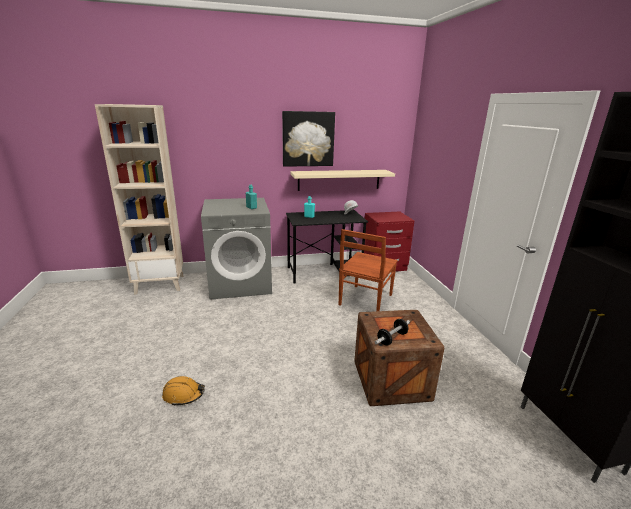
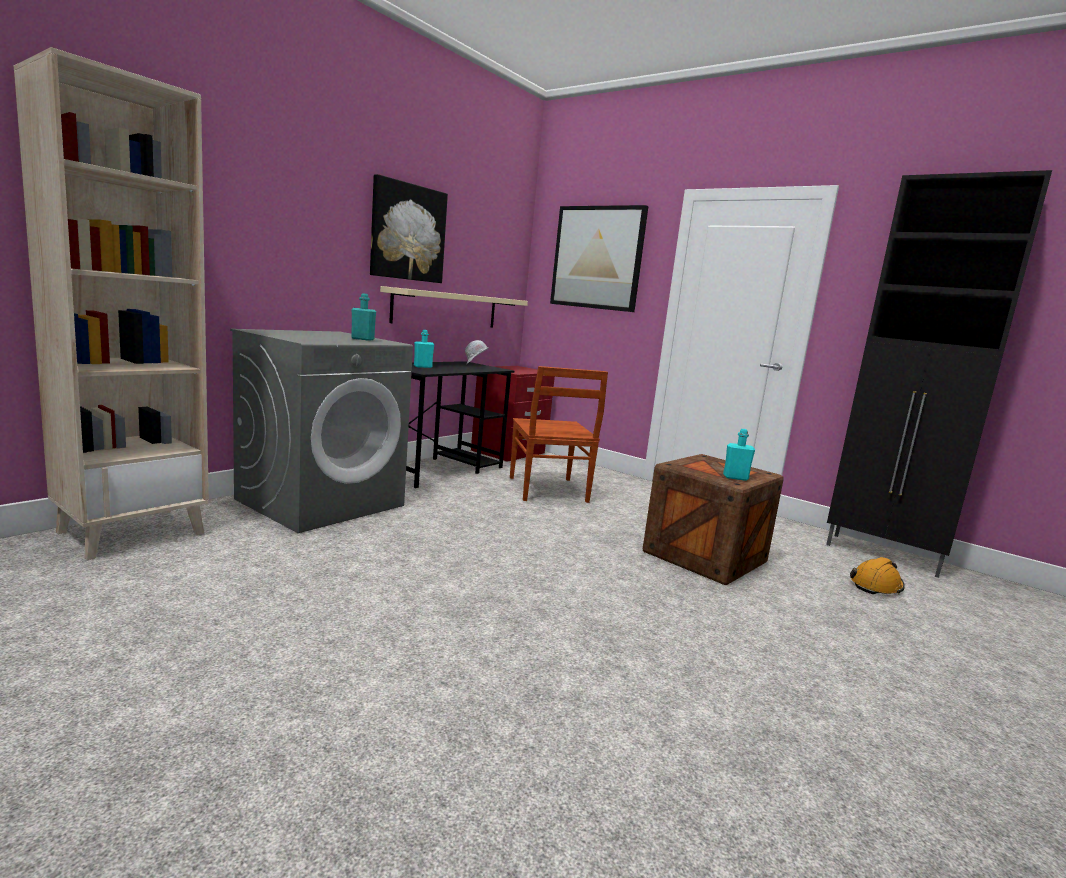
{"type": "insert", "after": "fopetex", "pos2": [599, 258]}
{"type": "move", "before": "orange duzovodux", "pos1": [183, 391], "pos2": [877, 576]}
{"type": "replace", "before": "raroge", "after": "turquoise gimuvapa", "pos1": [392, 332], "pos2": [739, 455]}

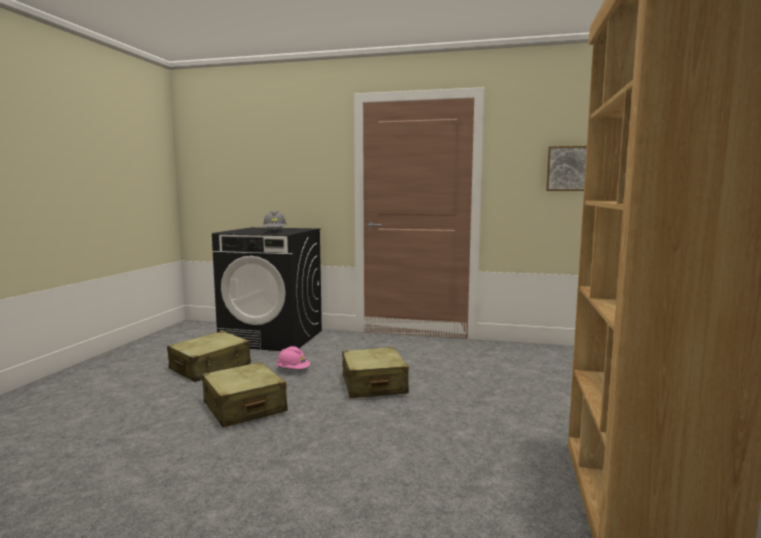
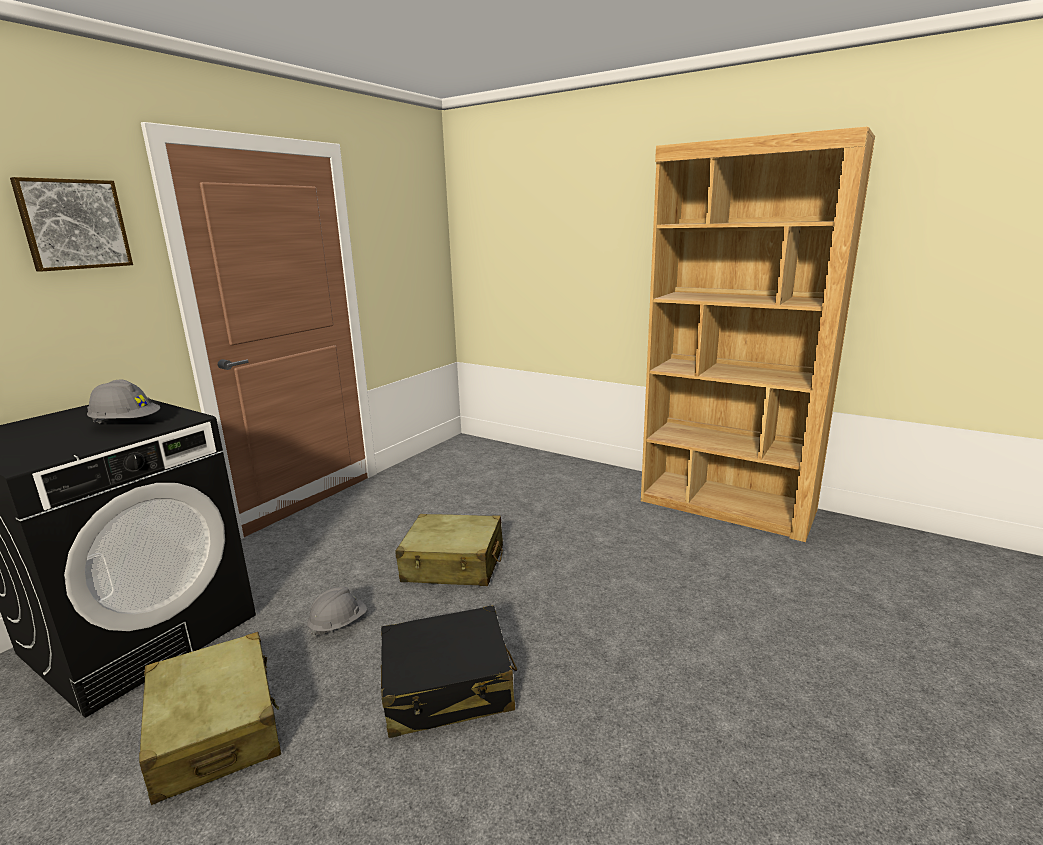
{"type": "move", "before": "fopetex", "pos1": [566, 168], "pos2": [71, 224]}
{"type": "recolor", "before": "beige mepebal", "after": "black mepebal", "pos1": [245, 394], "pos2": [449, 671]}
{"type": "recolor", "before": "pink duzovodux", "after": "grey duzovodux", "pos1": [293, 357], "pos2": [337, 612]}

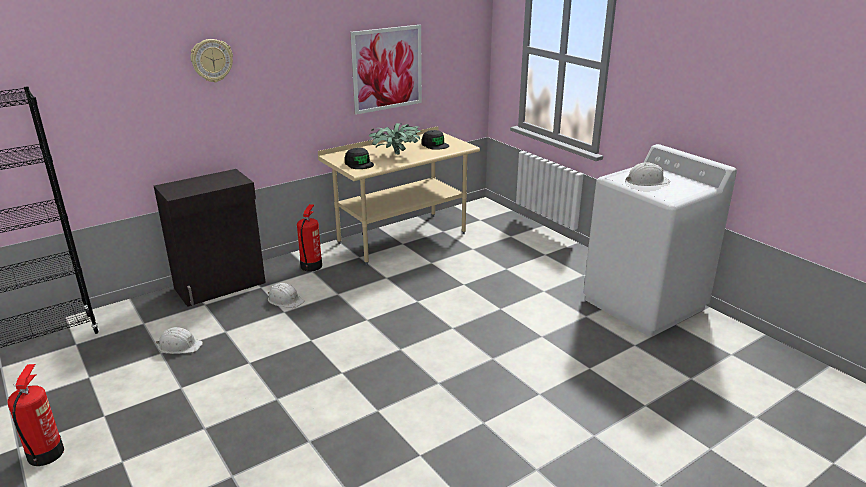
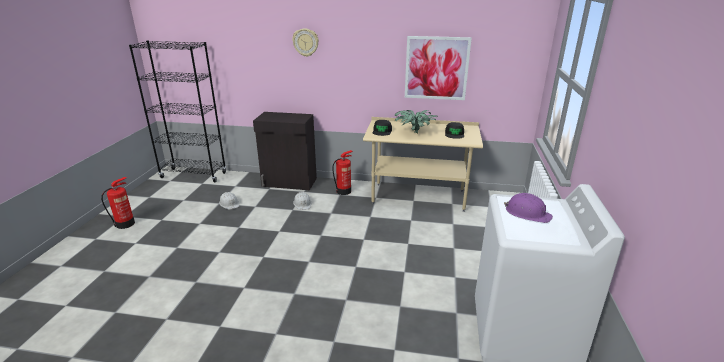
{"type": "recolor", "before": "white duzovodux", "after": "purple duzovodux", "pos1": [647, 174], "pos2": [528, 208]}

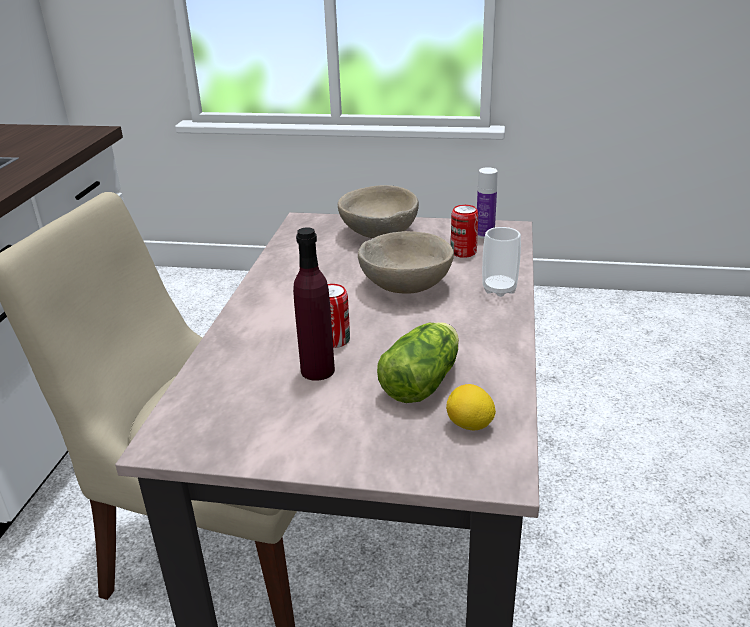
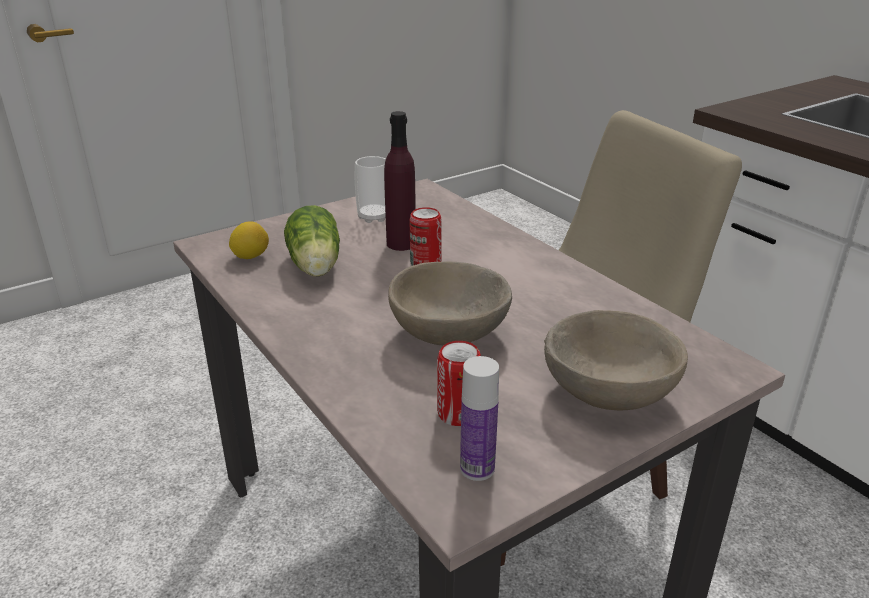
{"type": "move", "before": "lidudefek", "pos1": [501, 262], "pos2": [370, 189]}

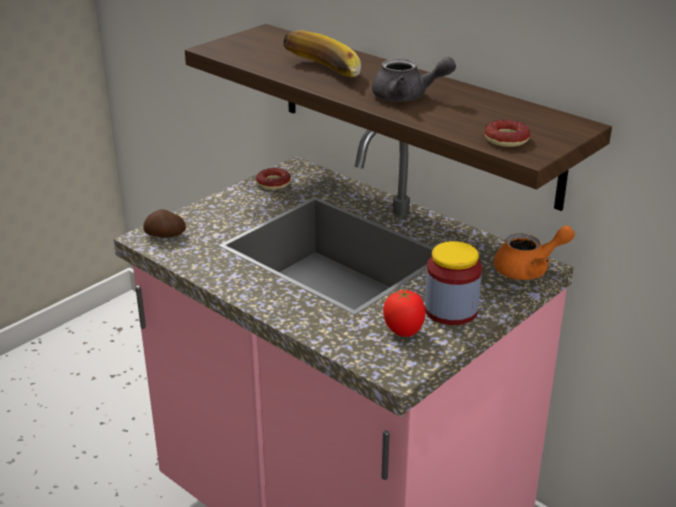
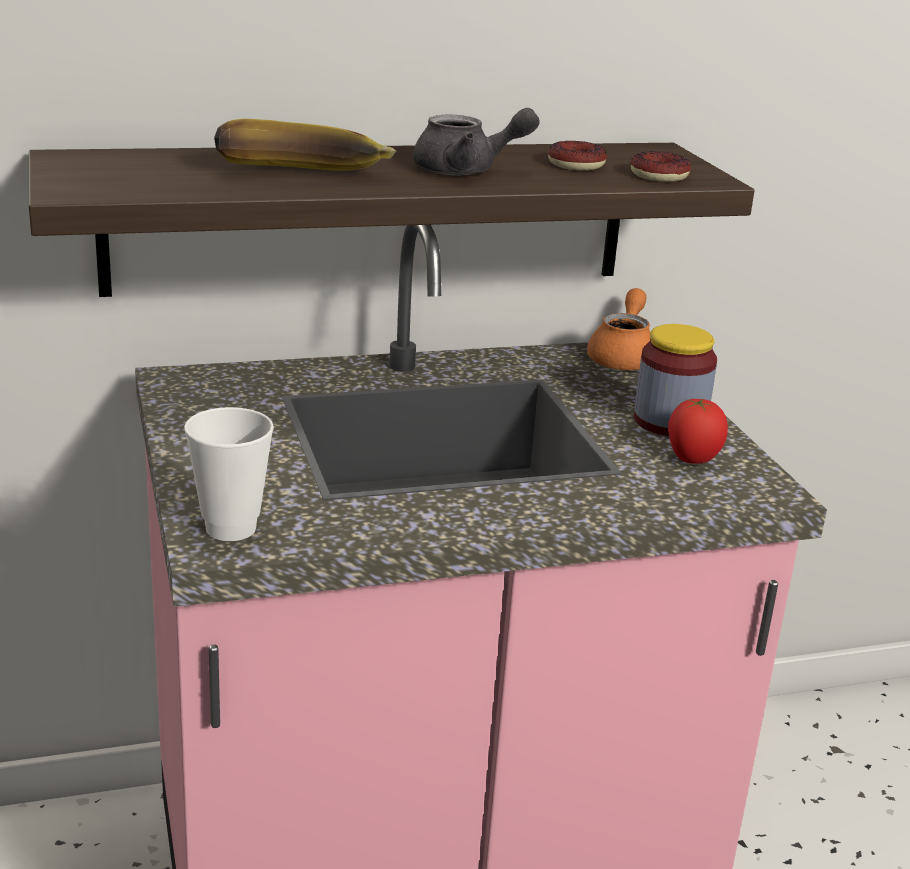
{"type": "move", "before": "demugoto", "pos1": [273, 179], "pos2": [577, 155]}
{"type": "replace", "before": "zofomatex", "after": "lidudefek", "pos1": [164, 223], "pos2": [229, 474]}
{"type": "rotate", "before": "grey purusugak", "pos1": [414, 79], "pos2": [476, 141], "turn": 45}

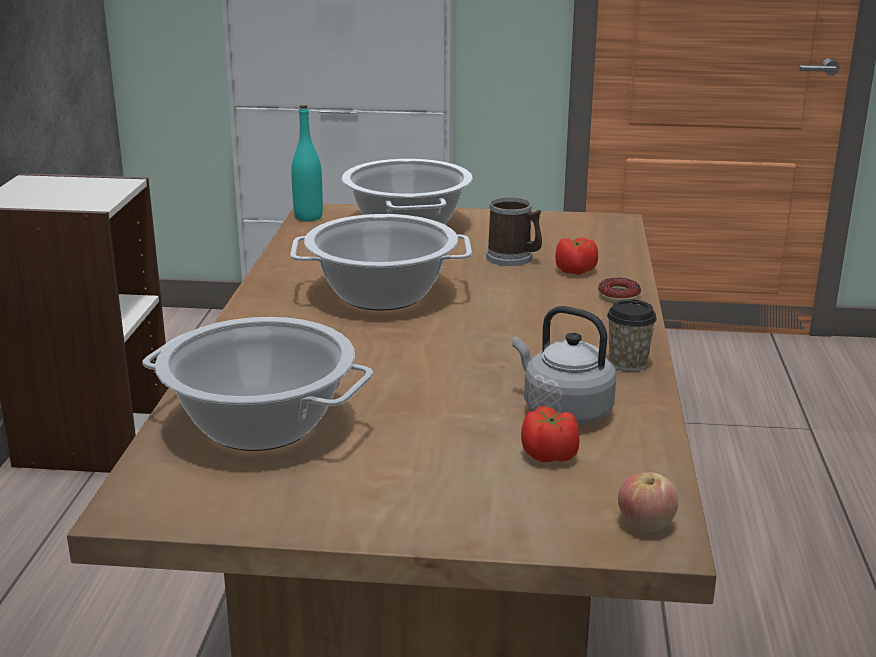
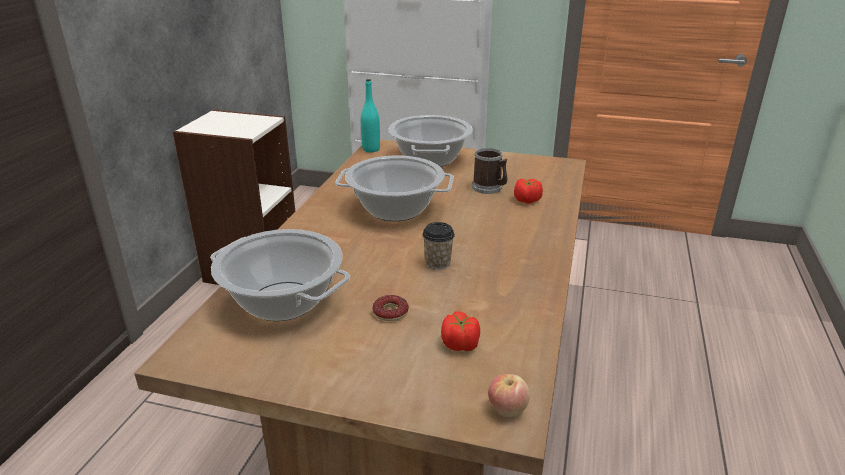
{"type": "delete", "before": "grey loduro", "pos1": [564, 365]}
{"type": "move", "before": "demugoto", "pos1": [619, 290], "pos2": [391, 308]}
{"type": "move", "before": "lidudefek", "pos1": [632, 335], "pos2": [438, 246]}

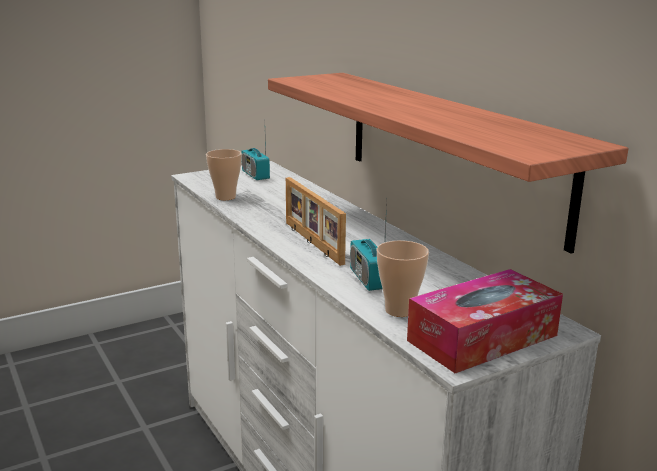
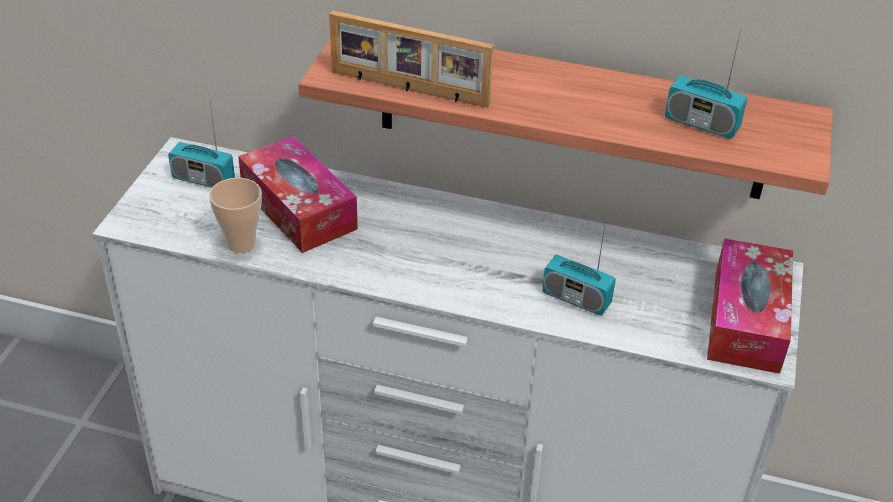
{"type": "delete", "before": "lidudefek", "pos1": [403, 278]}
{"type": "insert", "after": "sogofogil", "pos2": [298, 194]}
{"type": "insert", "after": "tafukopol", "pos2": [706, 84]}
{"type": "move", "before": "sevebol", "pos1": [316, 221], "pos2": [411, 59]}

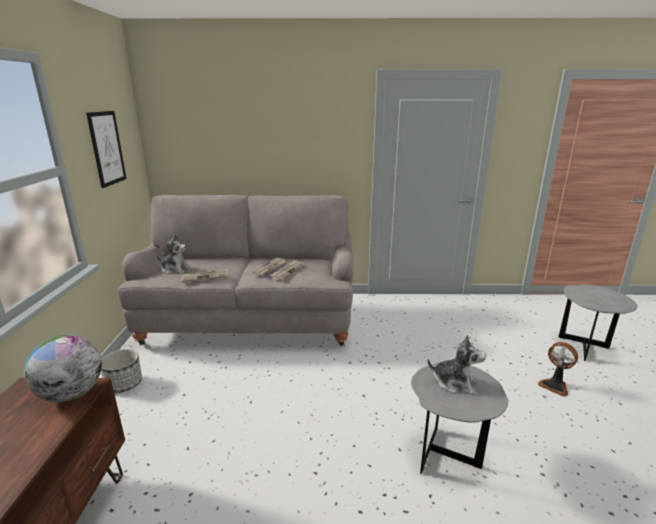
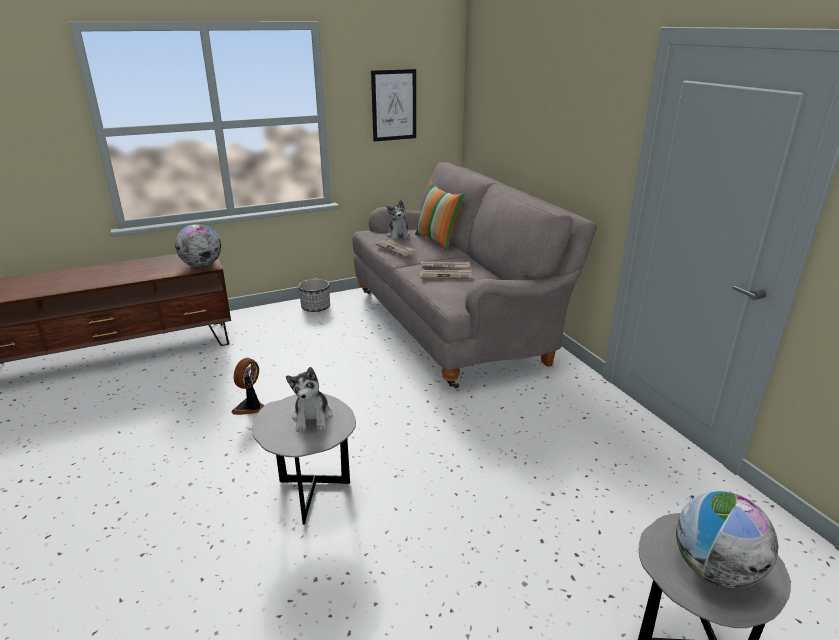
{"type": "insert", "after": "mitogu", "pos2": [440, 216]}
{"type": "insert", "after": "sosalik", "pos2": [727, 539]}
{"type": "move", "before": "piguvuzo", "pos1": [558, 369], "pos2": [248, 386]}

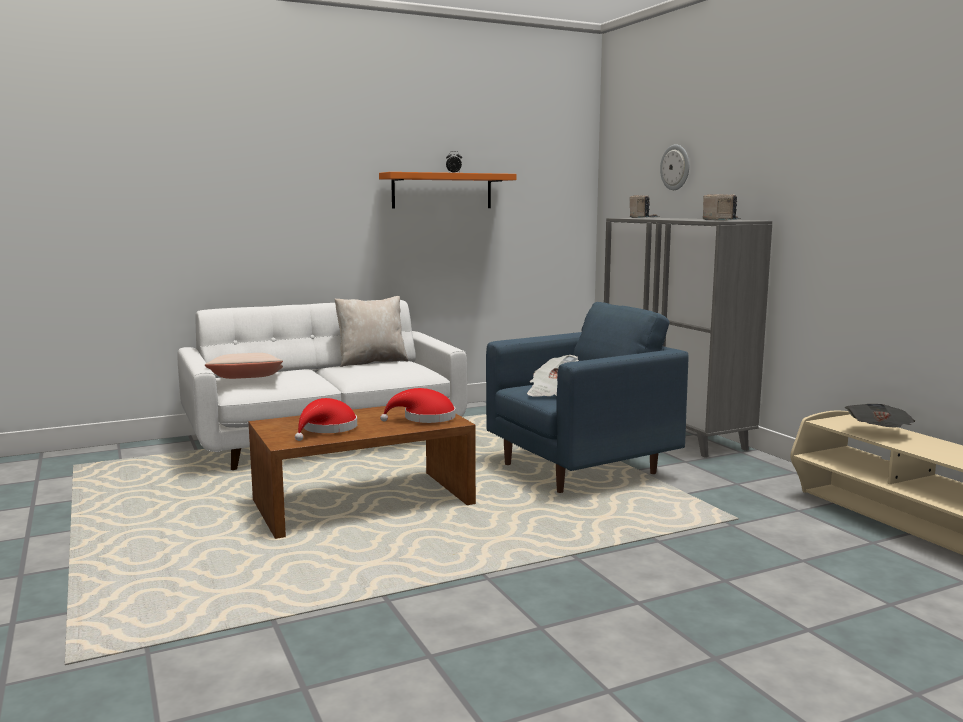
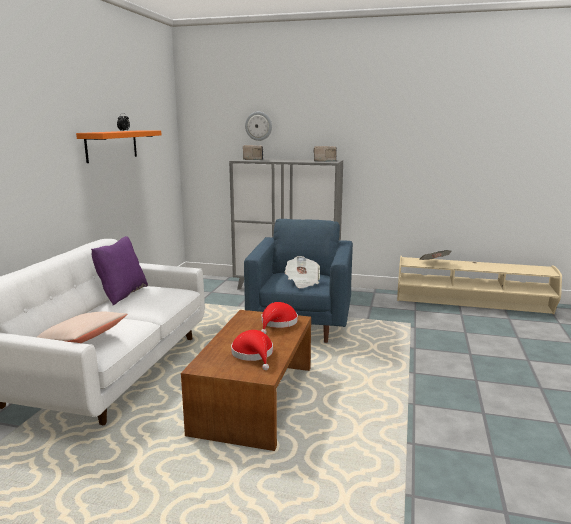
{"type": "recolor", "before": "beige mitogu", "after": "purple mitogu", "pos1": [371, 331], "pos2": [119, 270]}

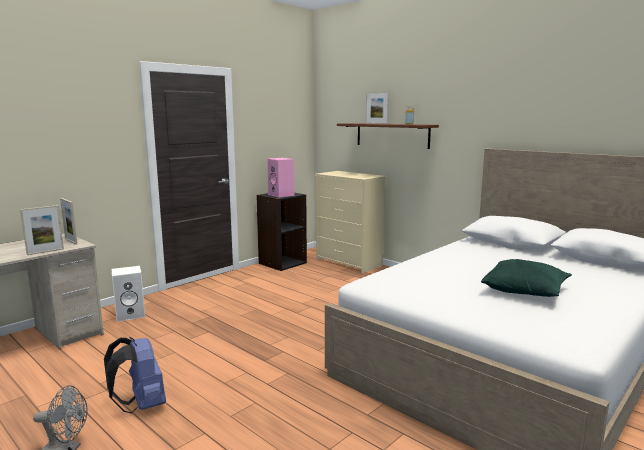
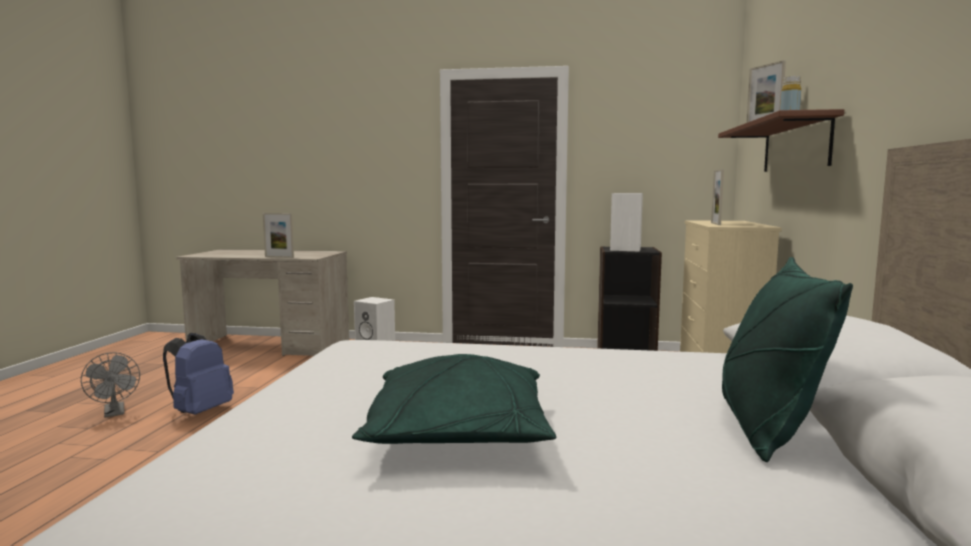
{"type": "insert", "after": "green mitogu", "pos2": [787, 359]}
{"type": "move", "before": "sevebol", "pos1": [68, 221], "pos2": [717, 197]}
{"type": "recolor", "before": "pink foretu", "after": "white foretu", "pos1": [280, 178], "pos2": [626, 222]}

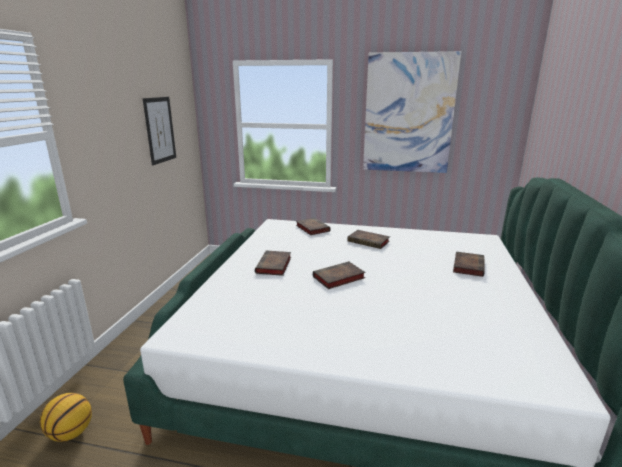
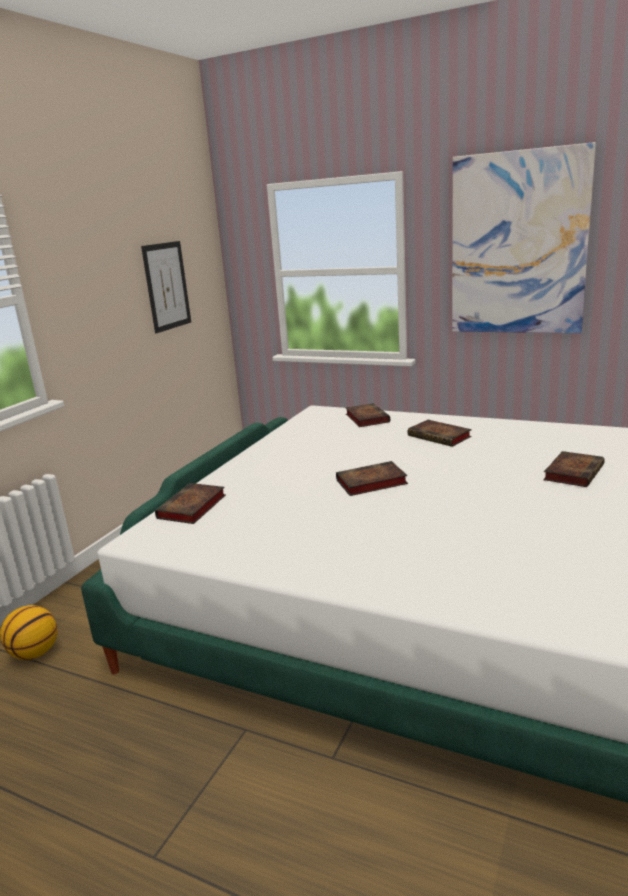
{"type": "move", "before": "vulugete", "pos1": [273, 263], "pos2": [190, 503]}

